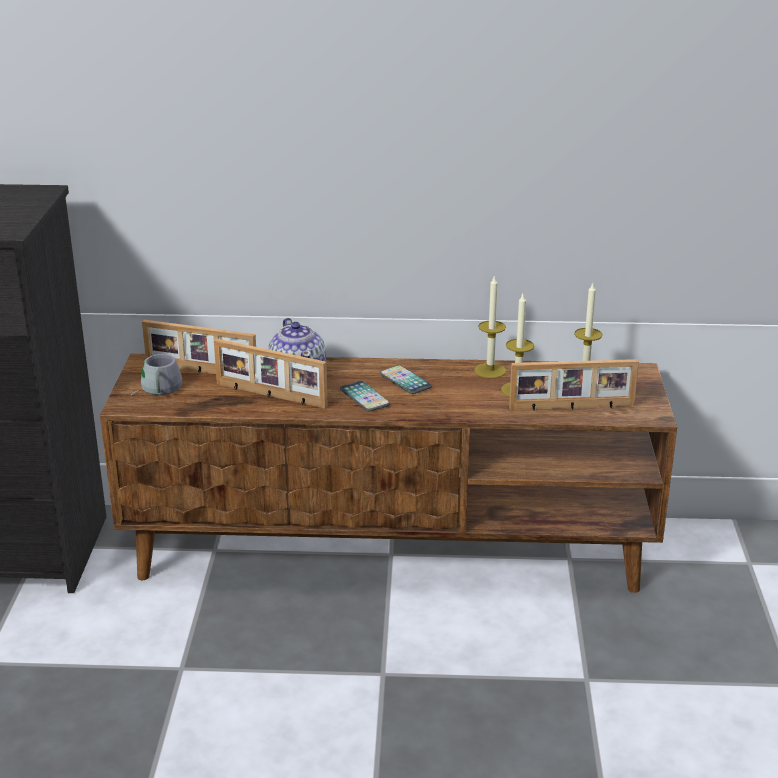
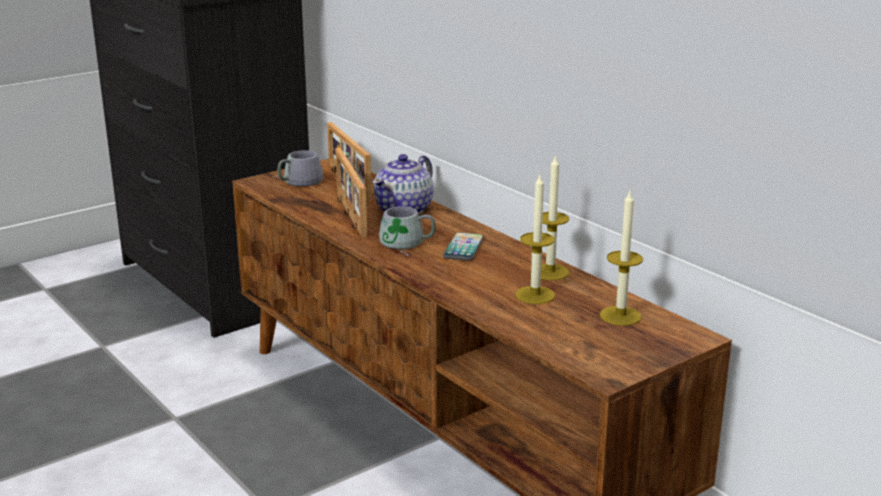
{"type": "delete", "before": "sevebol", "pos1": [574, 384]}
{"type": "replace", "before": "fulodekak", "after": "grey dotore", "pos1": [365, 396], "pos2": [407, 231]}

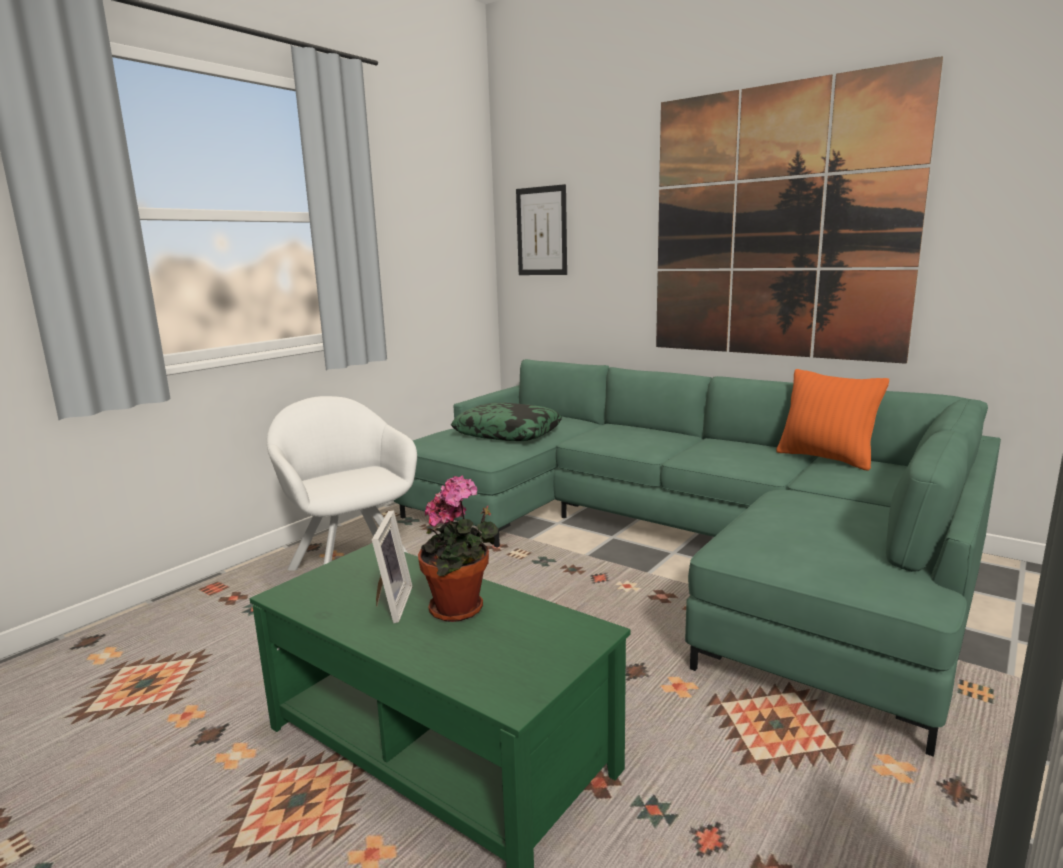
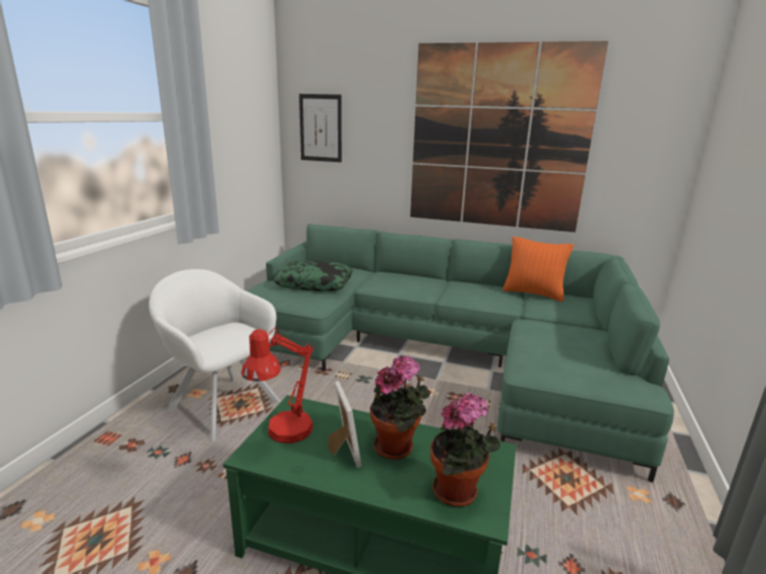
{"type": "insert", "after": "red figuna", "pos2": [277, 385]}
{"type": "insert", "after": "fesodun", "pos2": [465, 450]}

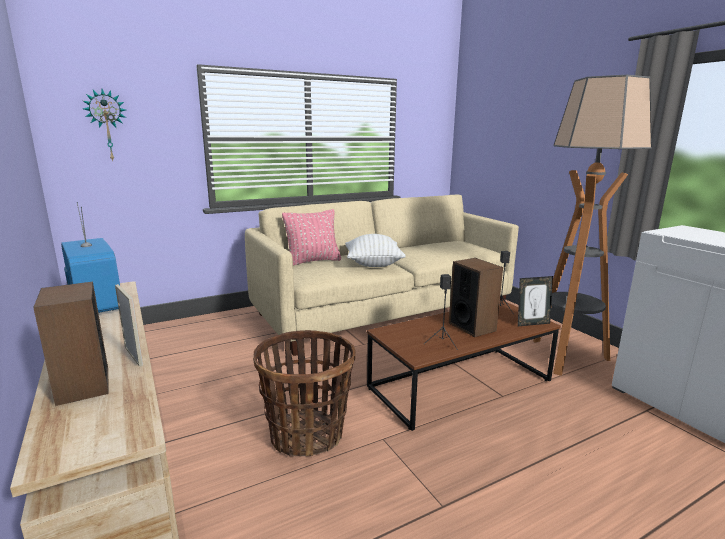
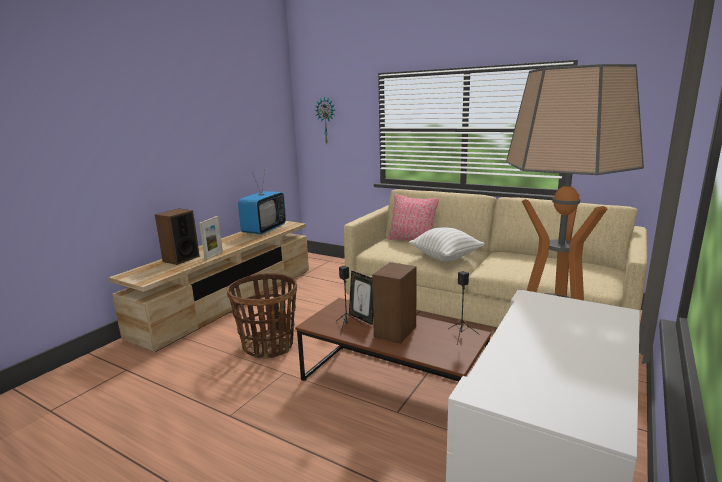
{"type": "move", "before": "sevebol", "pos1": [535, 301], "pos2": [361, 297]}

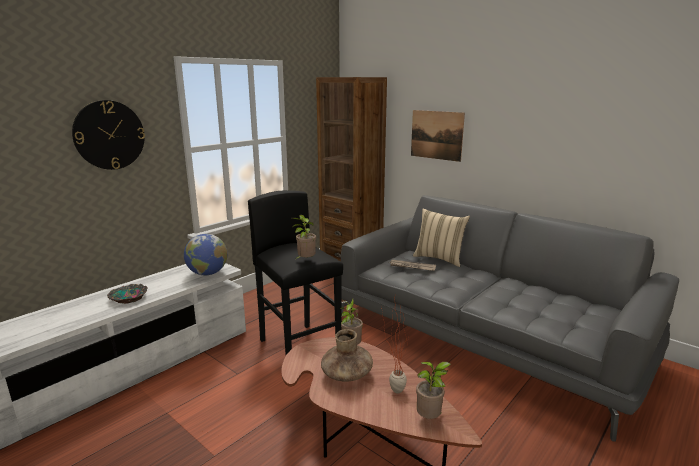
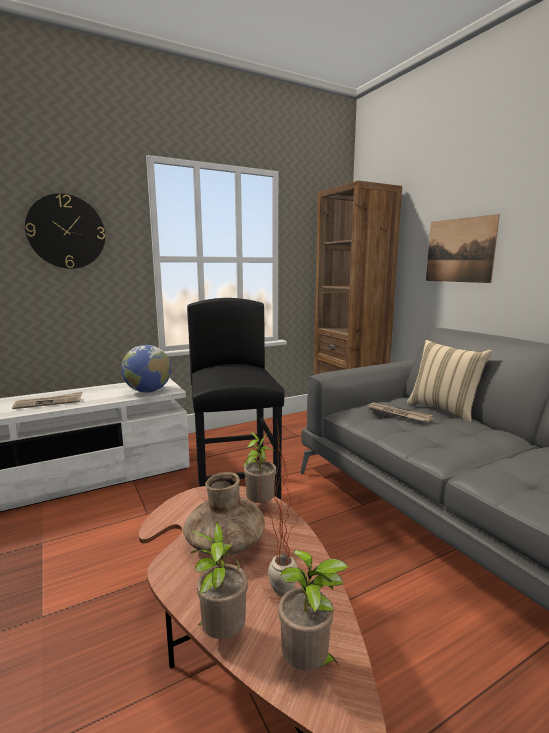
{"type": "move", "before": "fesodun", "pos1": [304, 237], "pos2": [219, 580]}
{"type": "replace", "before": "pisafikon", "after": "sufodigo", "pos1": [127, 294], "pos2": [47, 400]}

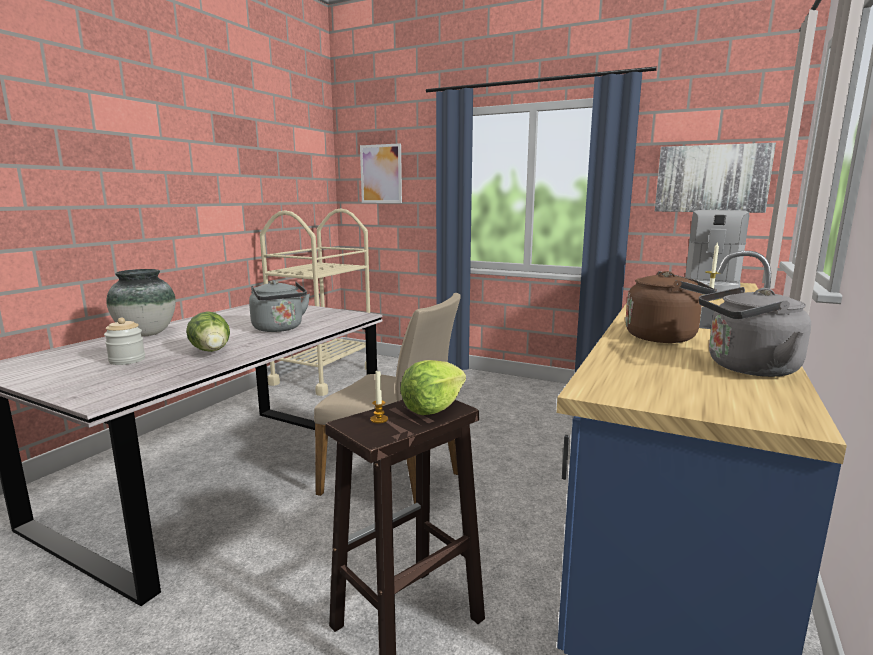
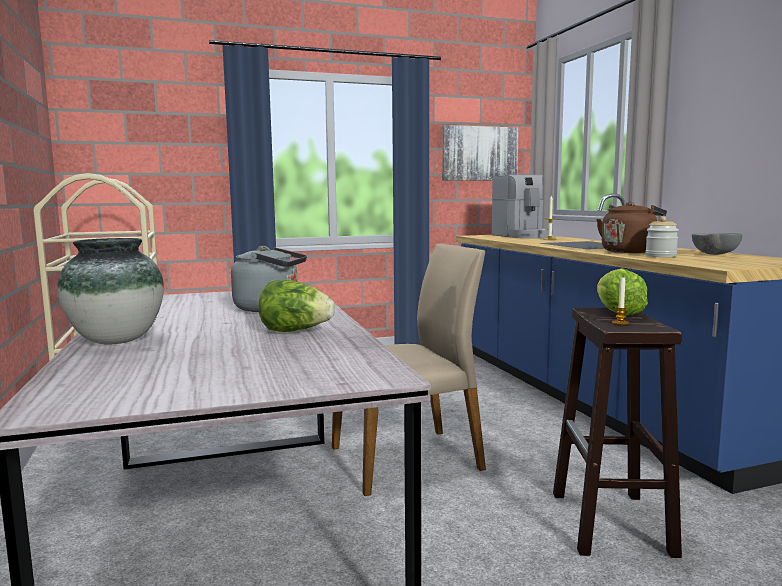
{"type": "delete", "before": "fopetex", "pos1": [381, 173]}
{"type": "move", "before": "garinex", "pos1": [124, 341], "pos2": [662, 236]}
{"type": "replace", "before": "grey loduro", "after": "grey pisafikon", "pos1": [755, 332], "pos2": [717, 244]}

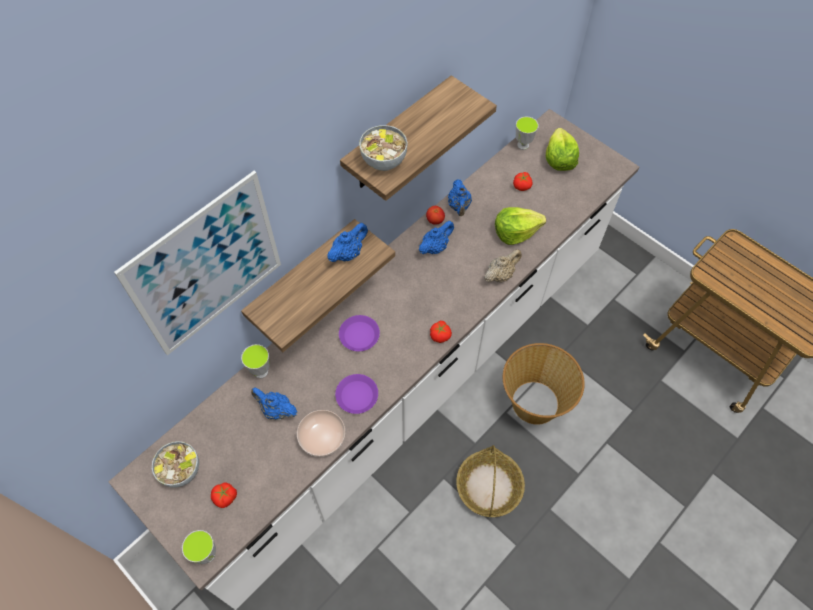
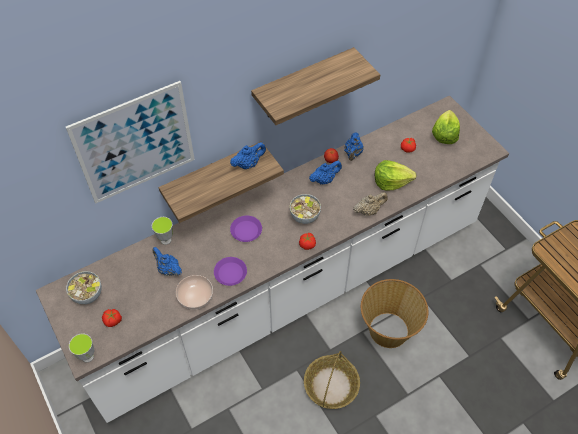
{"type": "delete", "before": "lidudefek", "pos1": [527, 133]}
{"type": "move", "before": "pisafikon", "pos1": [383, 148], "pos2": [305, 209]}

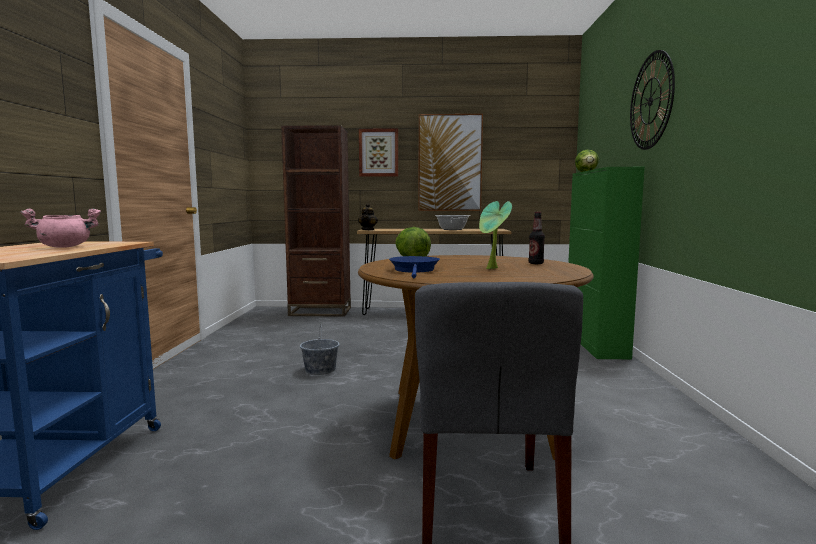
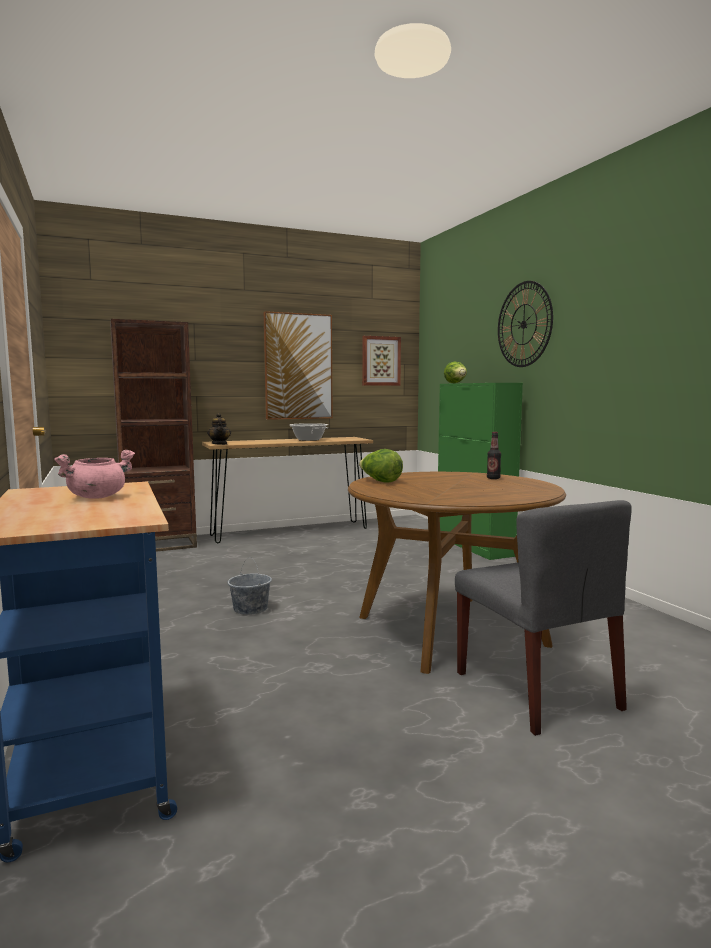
{"type": "delete", "before": "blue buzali", "pos1": [414, 267]}
{"type": "delete", "before": "fesodun", "pos1": [495, 235]}
{"type": "move", "before": "fopetex", "pos1": [378, 152], "pos2": [381, 361]}

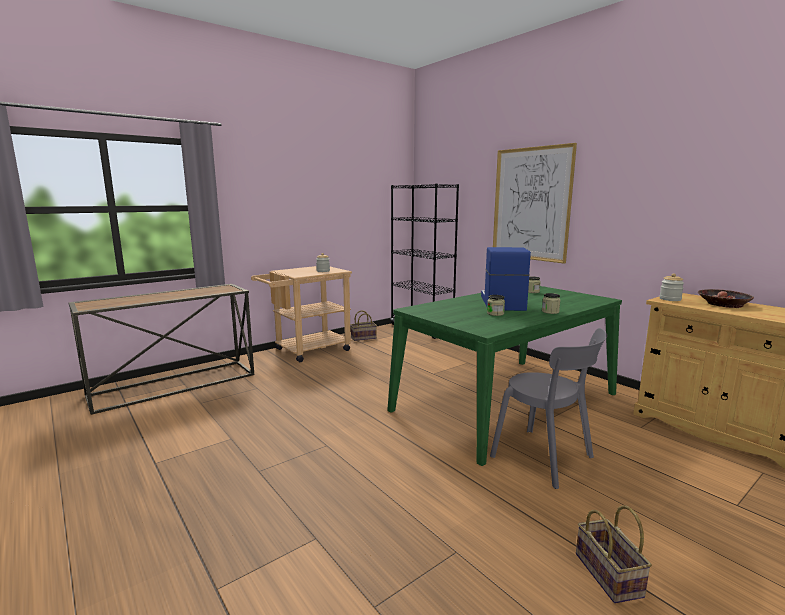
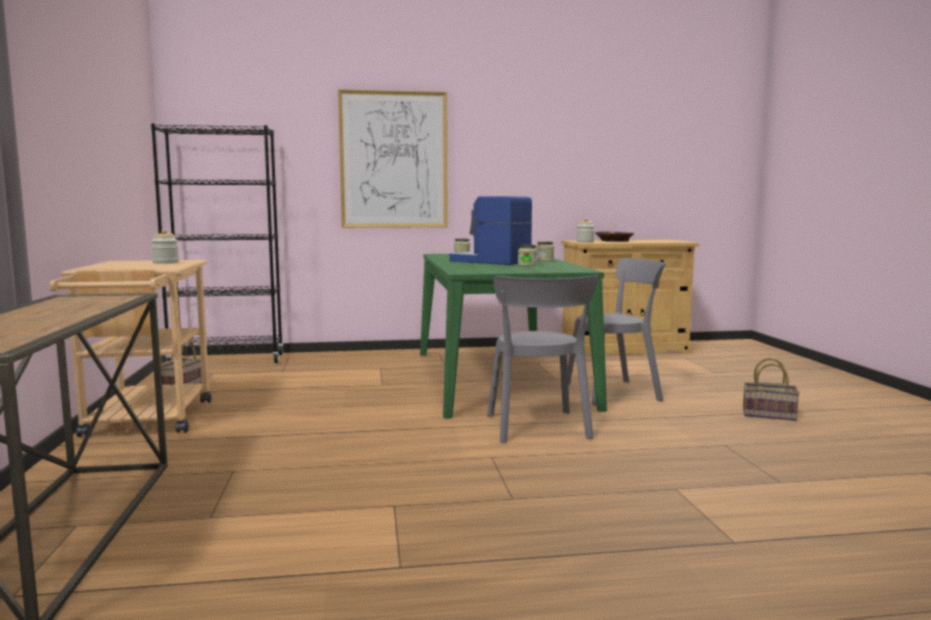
{"type": "insert", "after": "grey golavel", "pos2": [543, 359]}

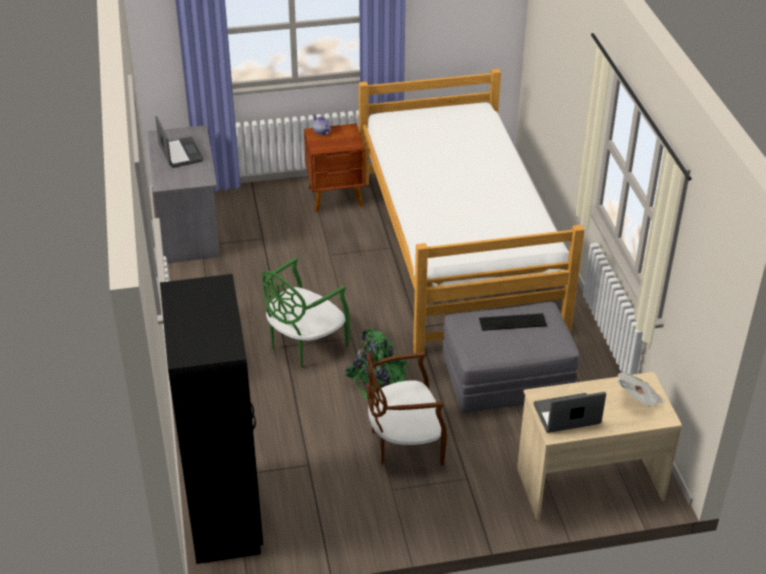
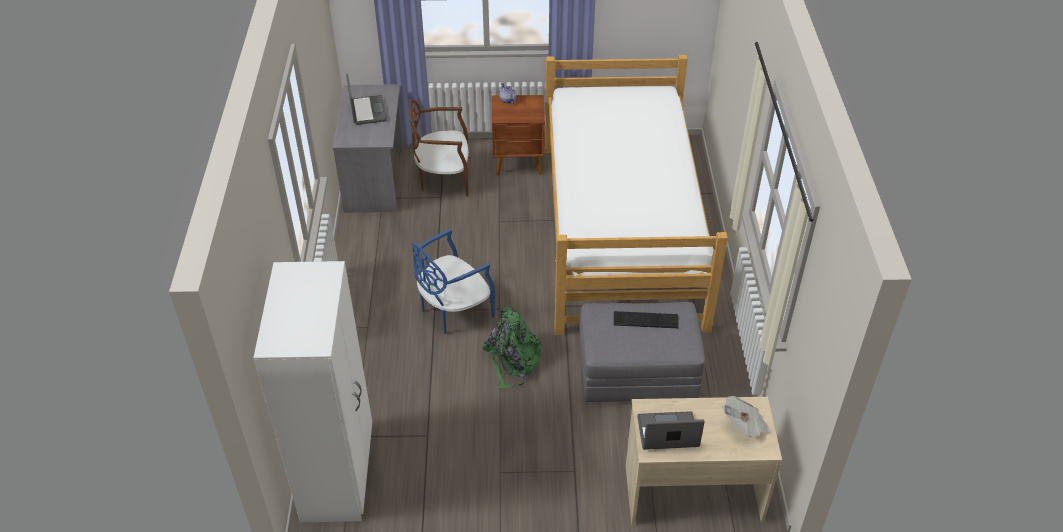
{"type": "move", "before": "brown golavel", "pos1": [407, 409], "pos2": [439, 147]}
{"type": "recolor", "before": "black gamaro", "after": "white gamaro", "pos1": [211, 419], "pos2": [312, 392]}
{"type": "recolor", "before": "green golavel", "after": "blue golavel", "pos1": [306, 312], "pos2": [453, 281]}

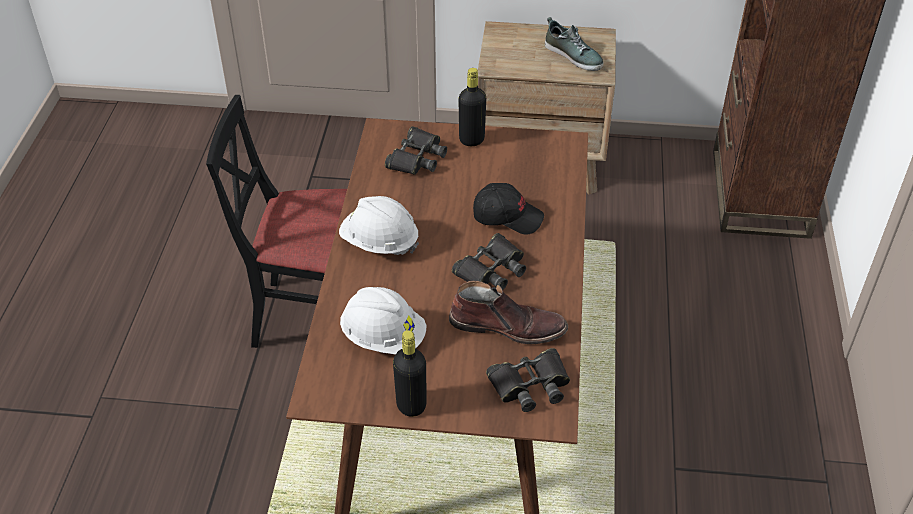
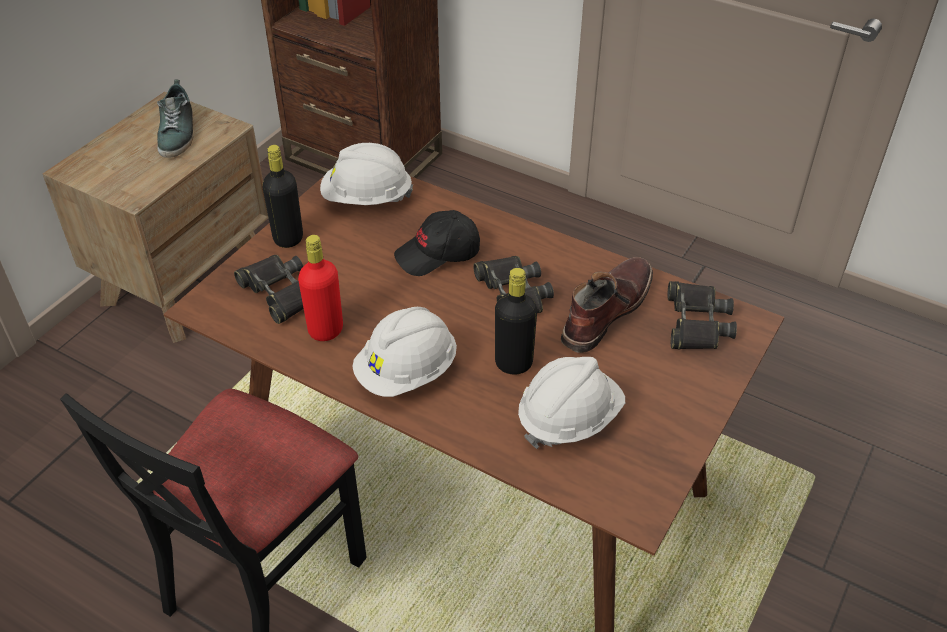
{"type": "insert", "after": "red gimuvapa", "pos2": [320, 288]}
{"type": "insert", "after": "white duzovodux", "pos2": [366, 174]}
{"type": "move", "before": "black gimuvapa", "pos1": [410, 373], "pos2": [516, 321]}
{"type": "rotate", "before": "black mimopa", "pos1": [508, 209], "pos2": [437, 243], "turn": -150}
{"type": "rotate", "before": "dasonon", "pos1": [574, 44], "pos2": [175, 119], "turn": 105}

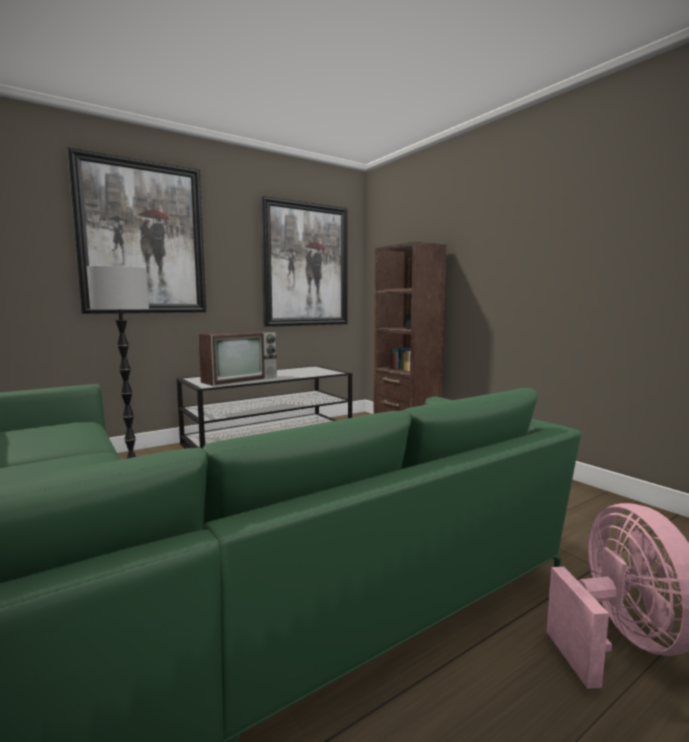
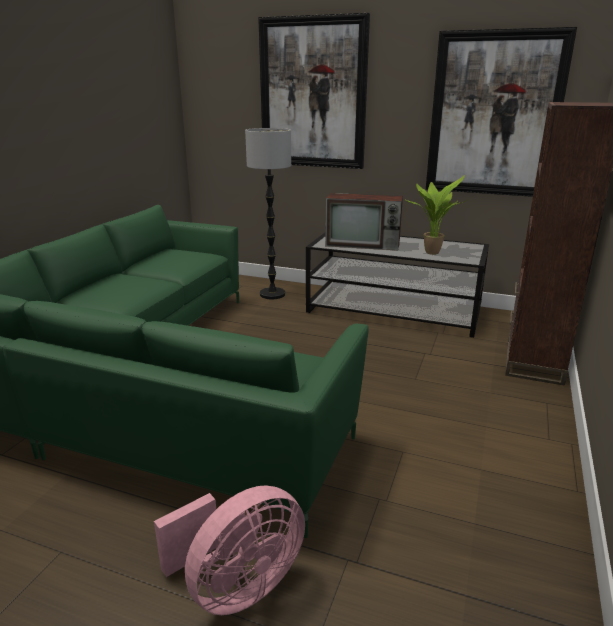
{"type": "insert", "after": "fesodun", "pos2": [435, 215]}

